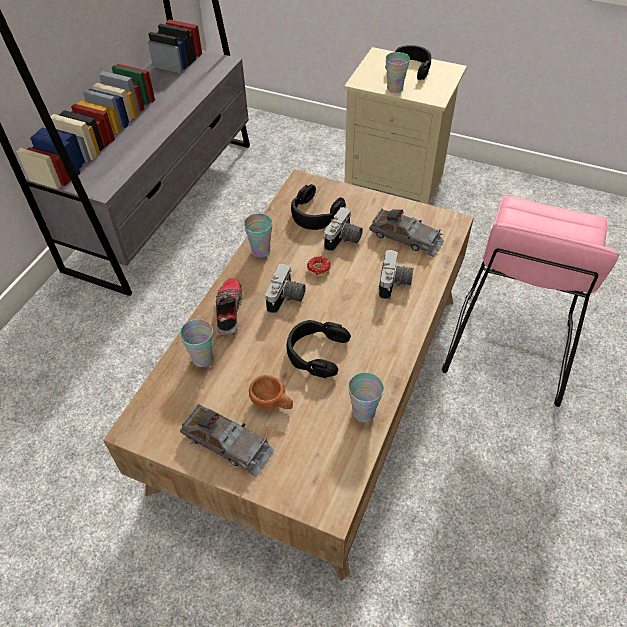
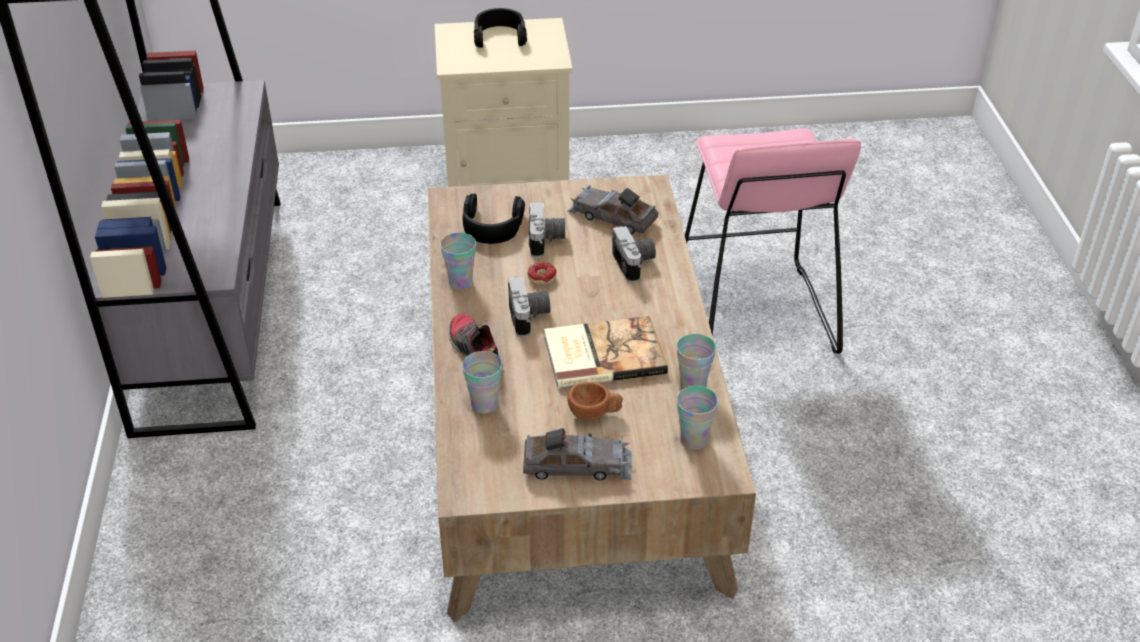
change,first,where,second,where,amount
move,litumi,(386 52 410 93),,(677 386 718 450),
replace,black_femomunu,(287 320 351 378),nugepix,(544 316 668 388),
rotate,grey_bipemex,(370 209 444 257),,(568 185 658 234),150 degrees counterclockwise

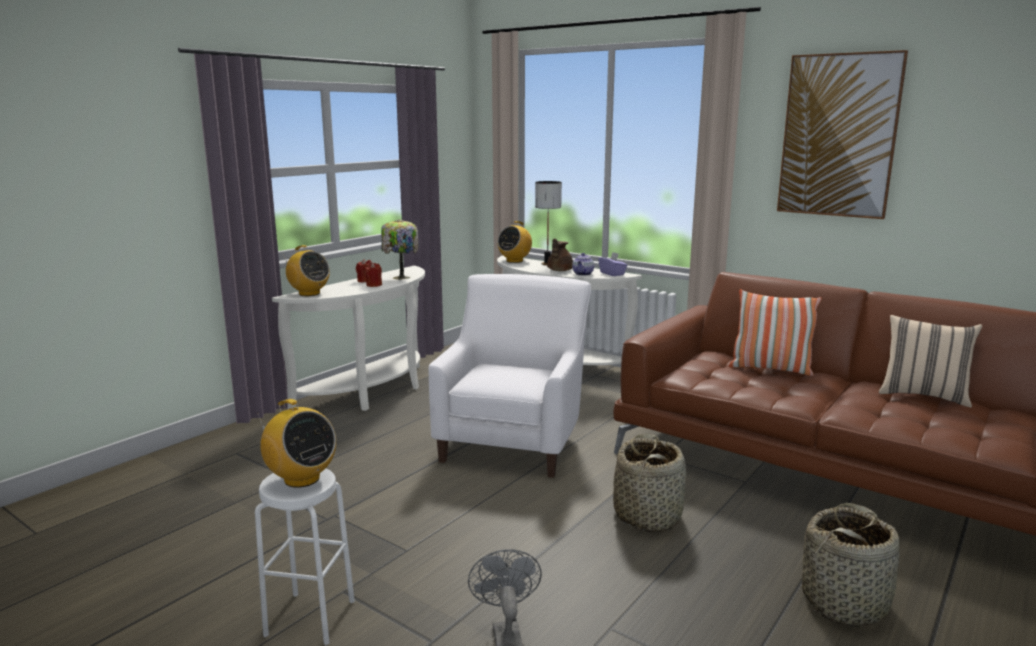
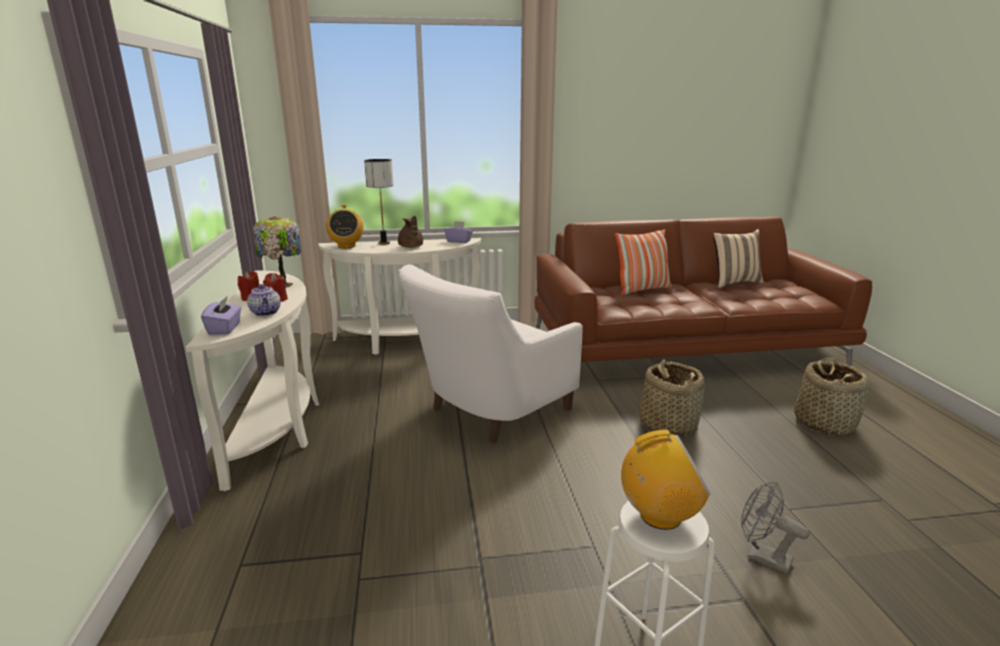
change,first,where,second,where,amount
delete,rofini,(777 50 908 219),,,
move,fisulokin,(572 253 594 276),,(247 284 281 316),
replace,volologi,(283 245 330 296),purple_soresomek,(201 296 242 335),
rotate,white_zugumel,(428 274 591 478),,(399 265 583 444),105 degrees counterclockwise

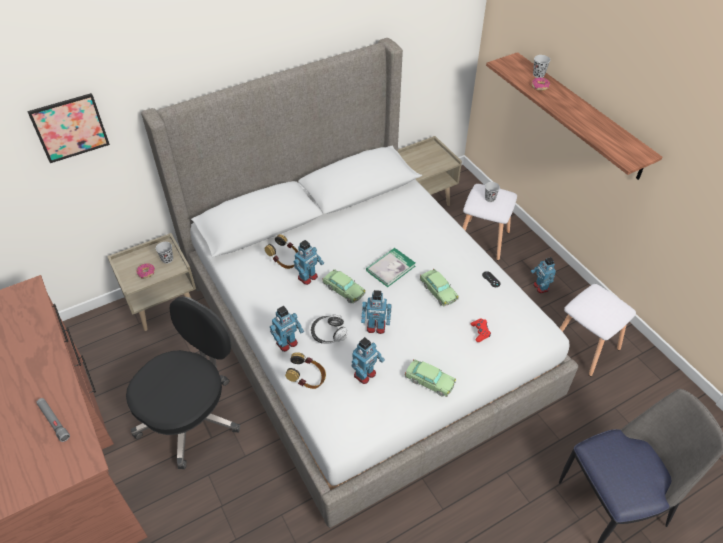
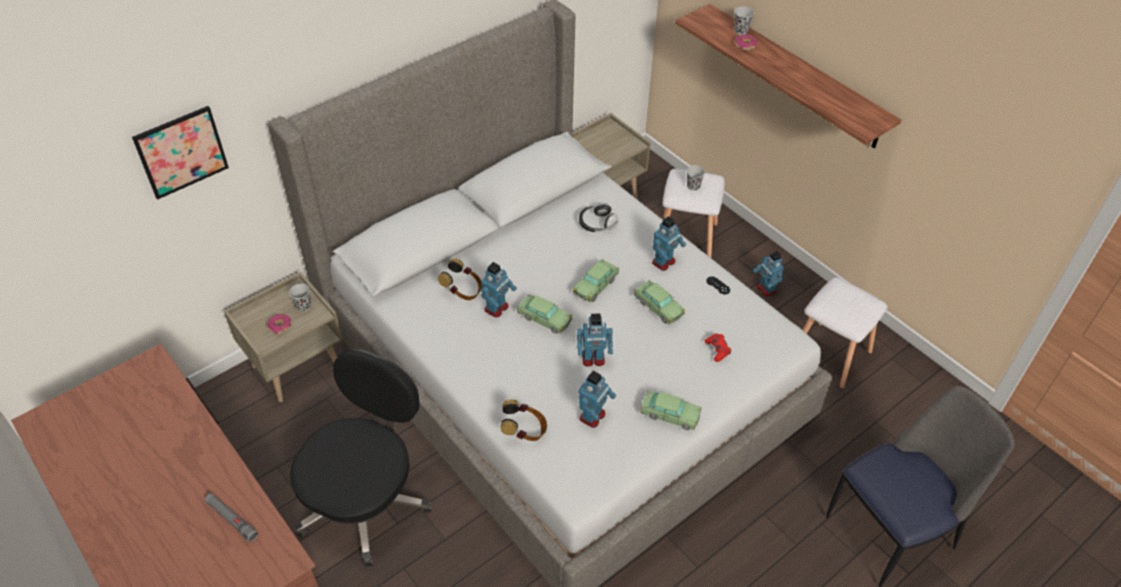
change,first,where,second,where,amount
move,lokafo,(270 306 304 352),,(652 216 686 271),
move,femomunu,(311 314 347 344),,(579 202 618 232),
replace,nugepix,(366 248 415 287),bipemex,(572 259 619 303),

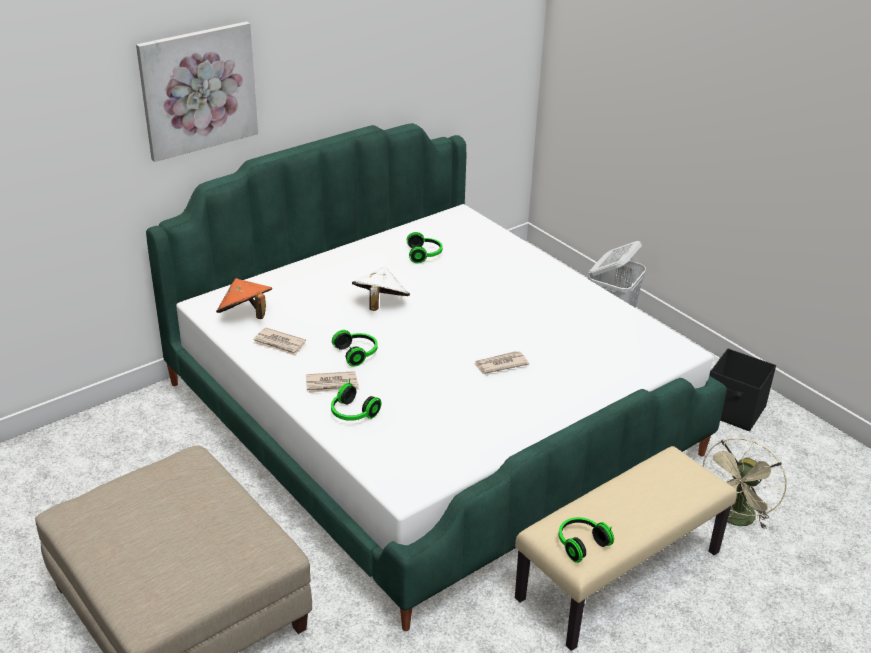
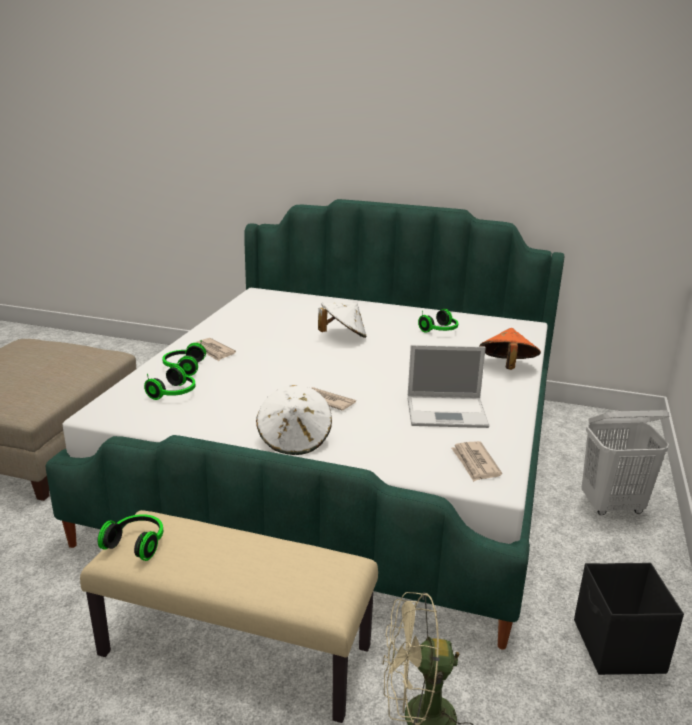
change,first,where,second,where,amount
delete,rofini,(136 22 258 162),,,
insert,,,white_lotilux,(256 385 332 455),
insert,,,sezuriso,(408 345 489 428),
move,orange_lotilux,(216 278 272 319),,(479 328 541 370),
move,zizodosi,(253 328 306 356),,(451 441 502 482),
move,femomunu,(332 330 378 367),,(144 365 195 400),

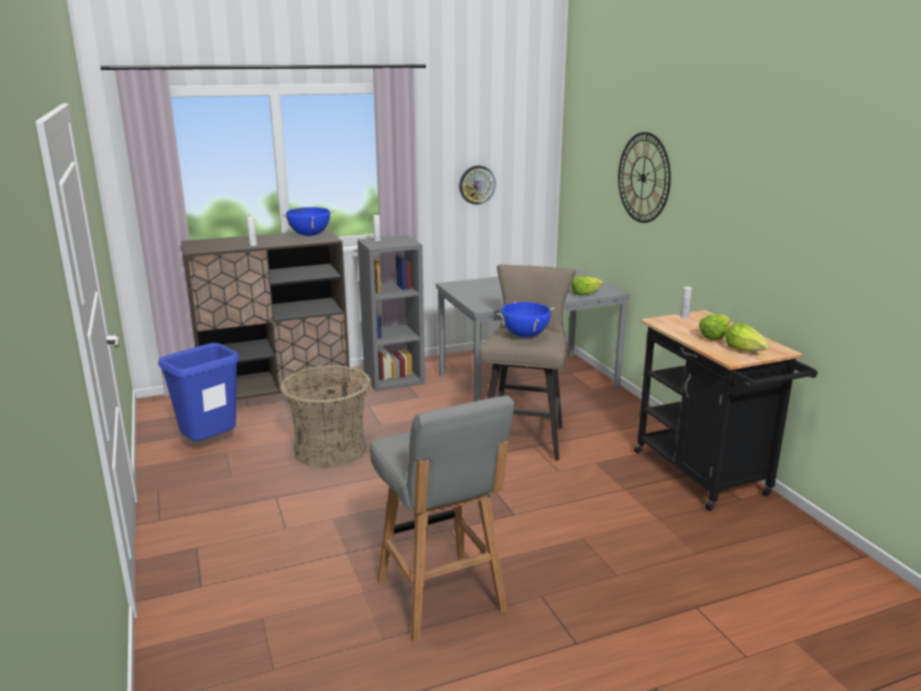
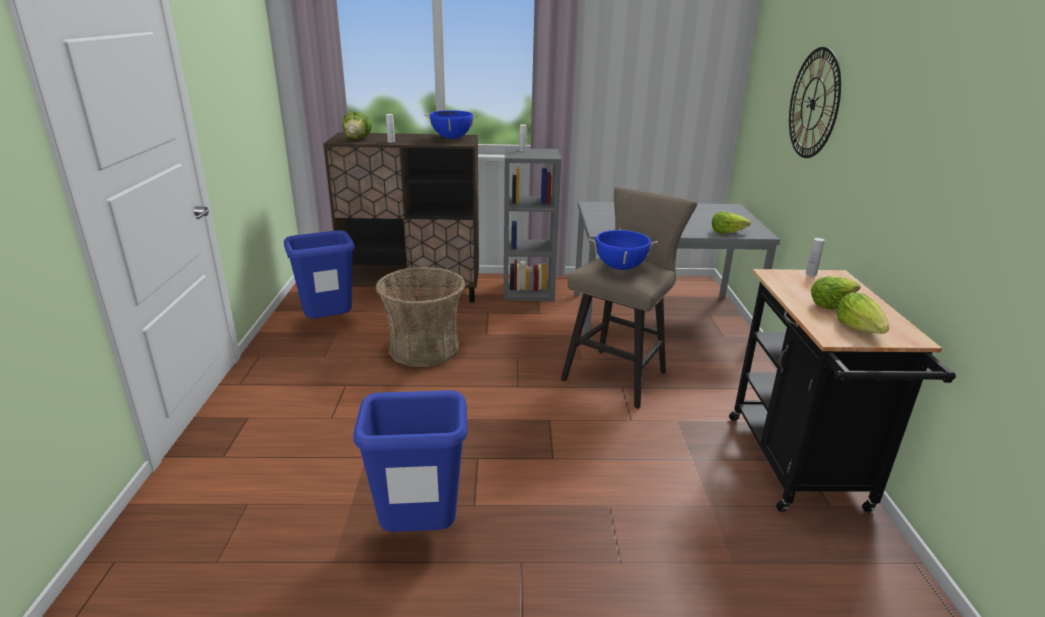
change,first,where,second,where,amount
delete,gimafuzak,(459 165 496 205),,,
insert,,,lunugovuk,(342 112 372 139),
replace,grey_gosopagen,(370 395 515 643),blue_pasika,(353 390 467 532),

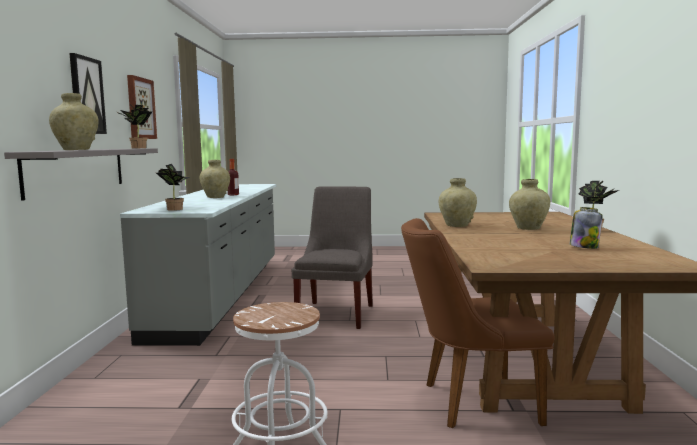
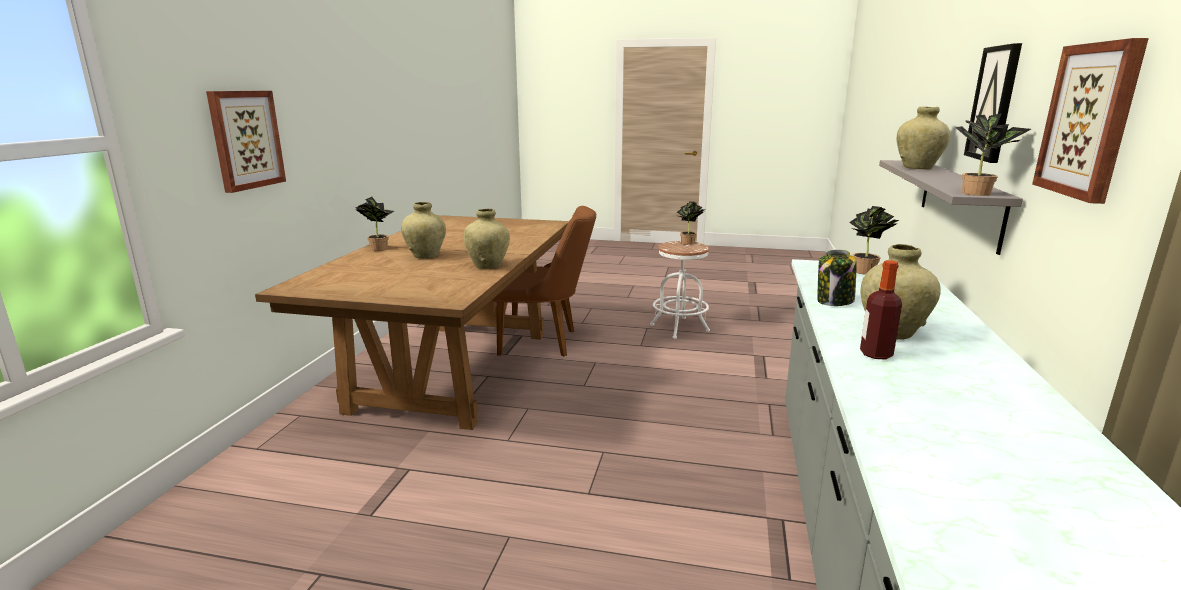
change,first,where,second,where,amount
delete,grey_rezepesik,(292 186 373 329),,,
insert,,,rofini,(206 91 286 193),
insert,,,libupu,(677 201 705 245),
move,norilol,(570 207 602 249),,(817 250 857 306),

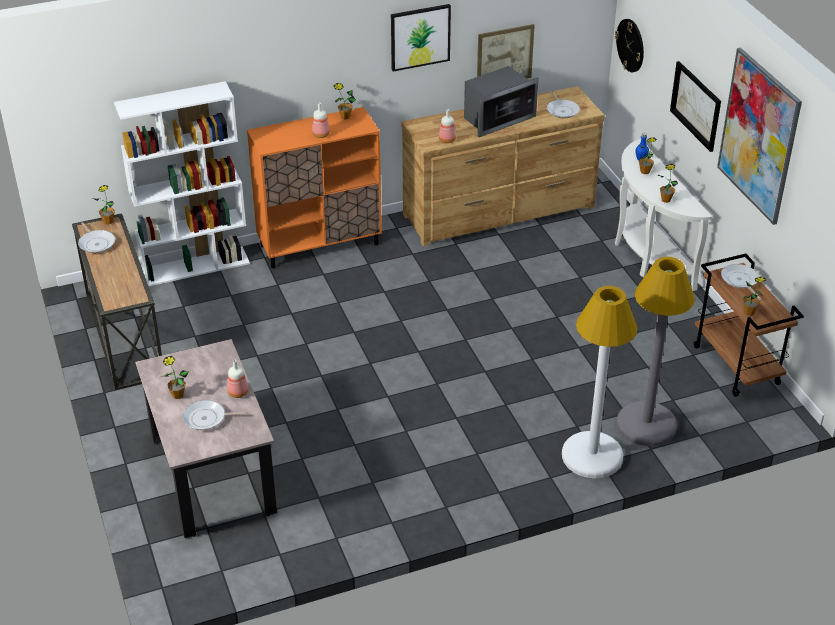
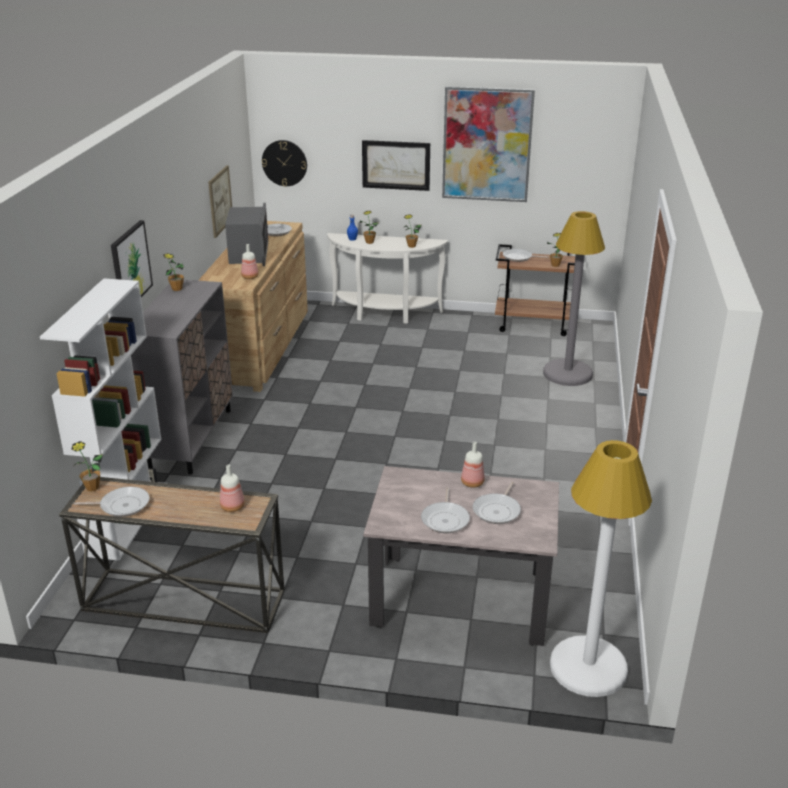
change,first,where,second,where,amount
move,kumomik,(312 103 330 138),,(220 464 245 512),
move,rofini,(391 4 451 72),,(111 220 153 297),
move,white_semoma,(562 286 638 478),,(550 440 652 697),
replace,libupu,(162 356 189 399),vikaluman,(421 487 470 533),
recolor,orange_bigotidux,(247 107 382 268),grey_bigotidux,(131 280 233 475),

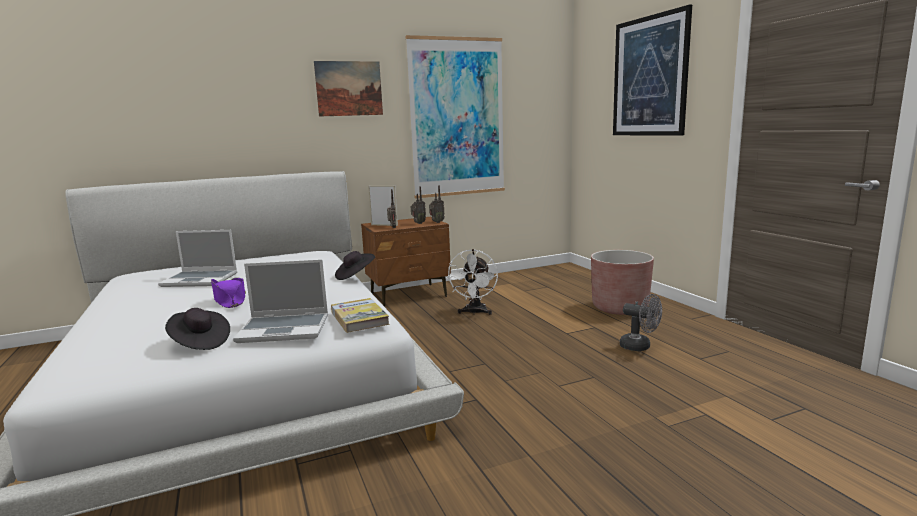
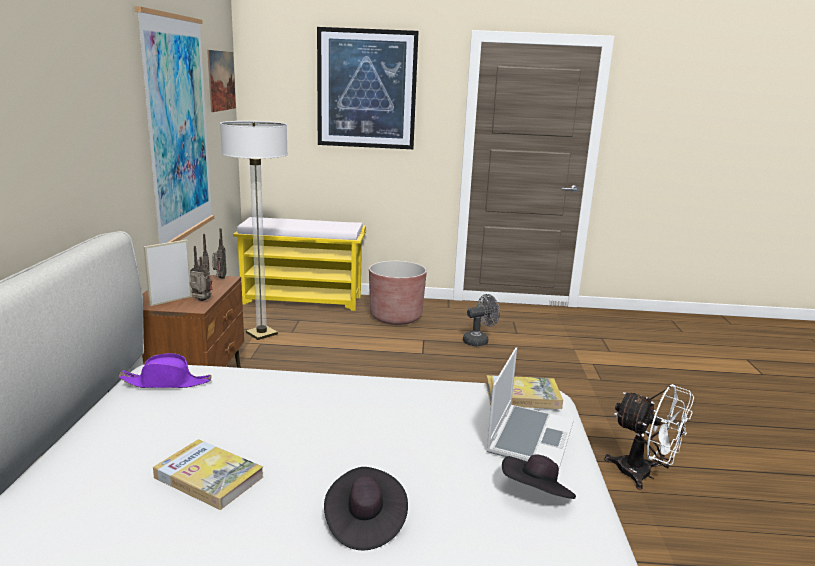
change,first,where,second,where,amount
insert,,,semoma,(220 121 288 340),
insert,,,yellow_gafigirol,(233 217 366 311),
move,purple_lotilux,(211 278 246 308),,(118 353 212 388),
move,rofini,(314 61 383 117),,(207 50 236 112),
move,black_lotilux,(335 251 375 280),,(324 467 408 550),
move,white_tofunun,(446 249 498 315),,(605 384 694 490),
replace,sezuriso,(158 230 237 287),nugepix,(153 439 263 510),

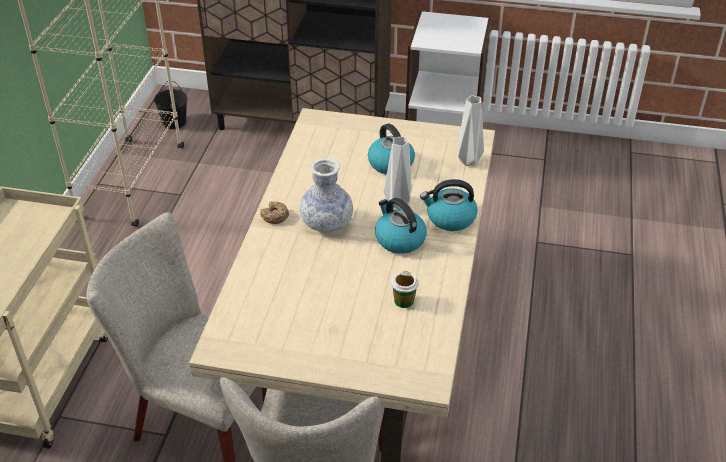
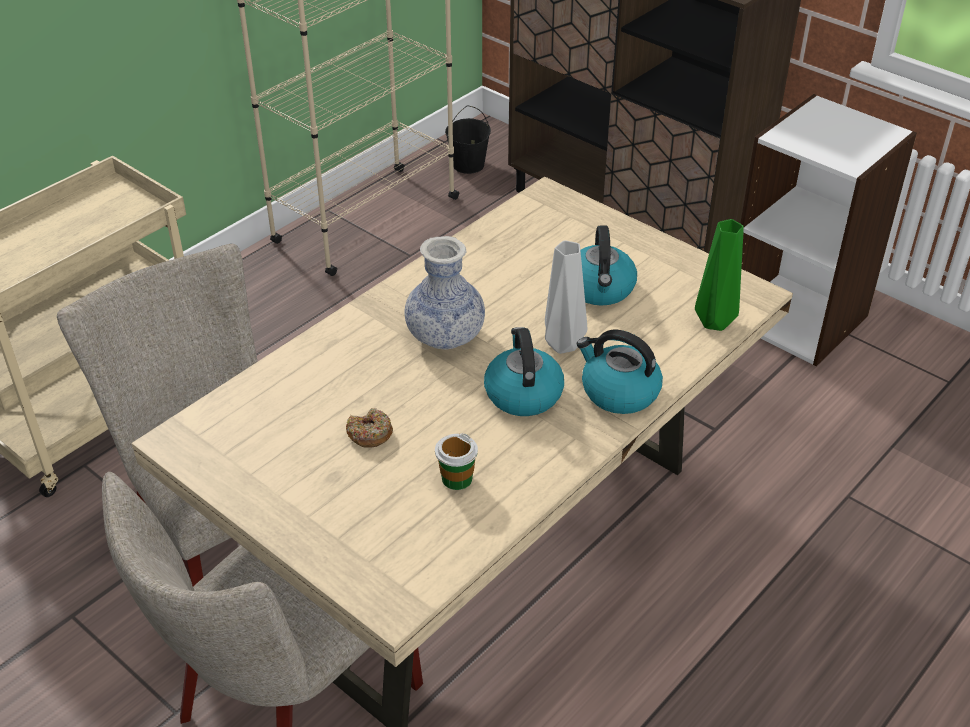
change,first,where,second,where,amount
move,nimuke,(260 201 289 224),,(346 408 393 448),
recolor,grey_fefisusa,(458 95 484 166),green_fefisusa,(695 219 744 331),

